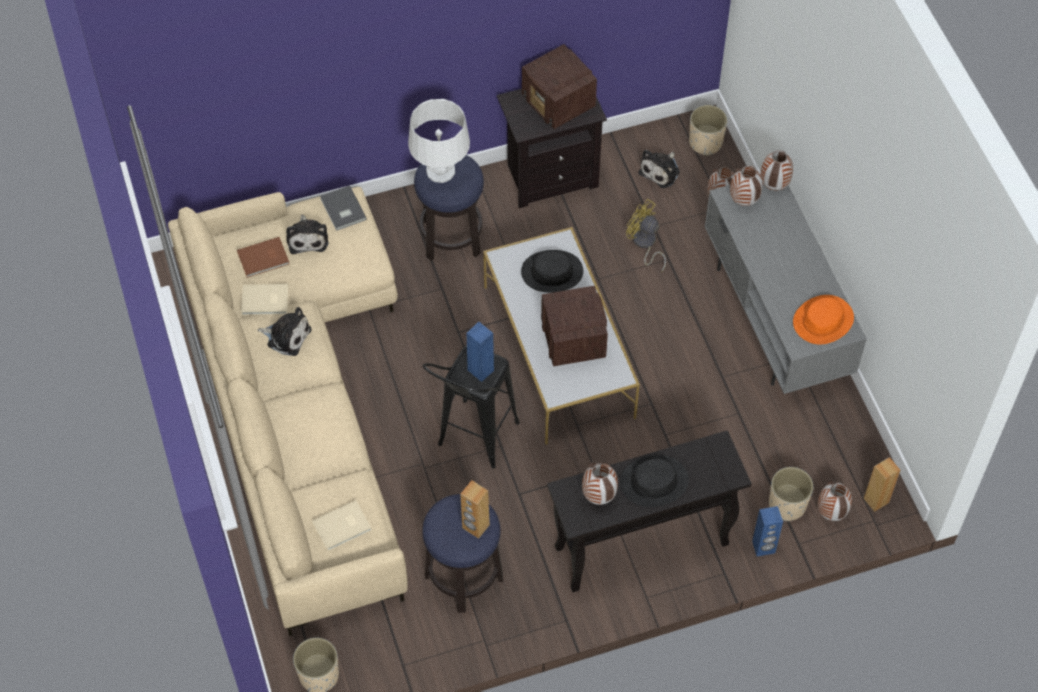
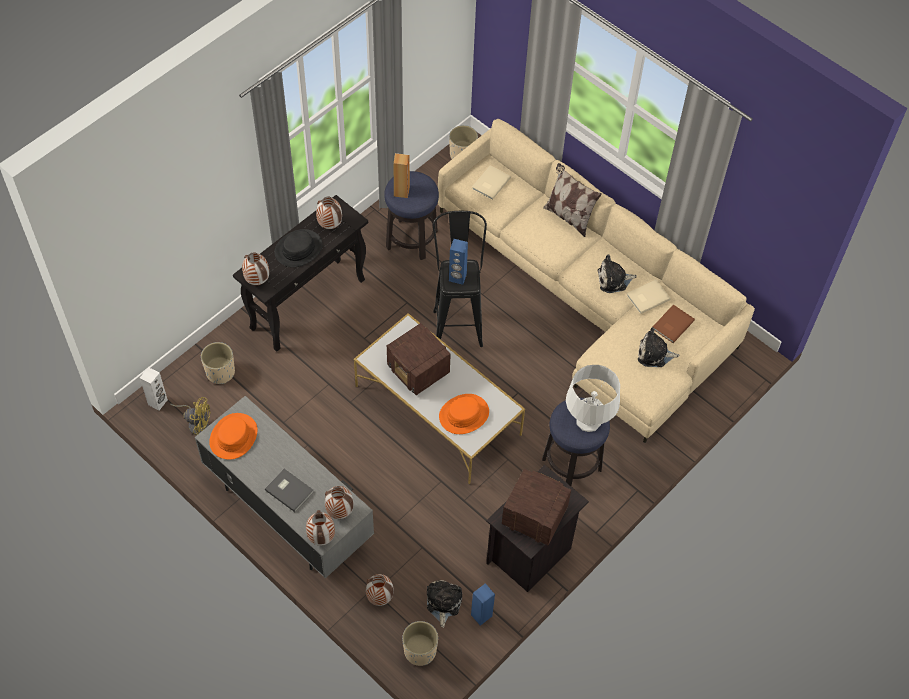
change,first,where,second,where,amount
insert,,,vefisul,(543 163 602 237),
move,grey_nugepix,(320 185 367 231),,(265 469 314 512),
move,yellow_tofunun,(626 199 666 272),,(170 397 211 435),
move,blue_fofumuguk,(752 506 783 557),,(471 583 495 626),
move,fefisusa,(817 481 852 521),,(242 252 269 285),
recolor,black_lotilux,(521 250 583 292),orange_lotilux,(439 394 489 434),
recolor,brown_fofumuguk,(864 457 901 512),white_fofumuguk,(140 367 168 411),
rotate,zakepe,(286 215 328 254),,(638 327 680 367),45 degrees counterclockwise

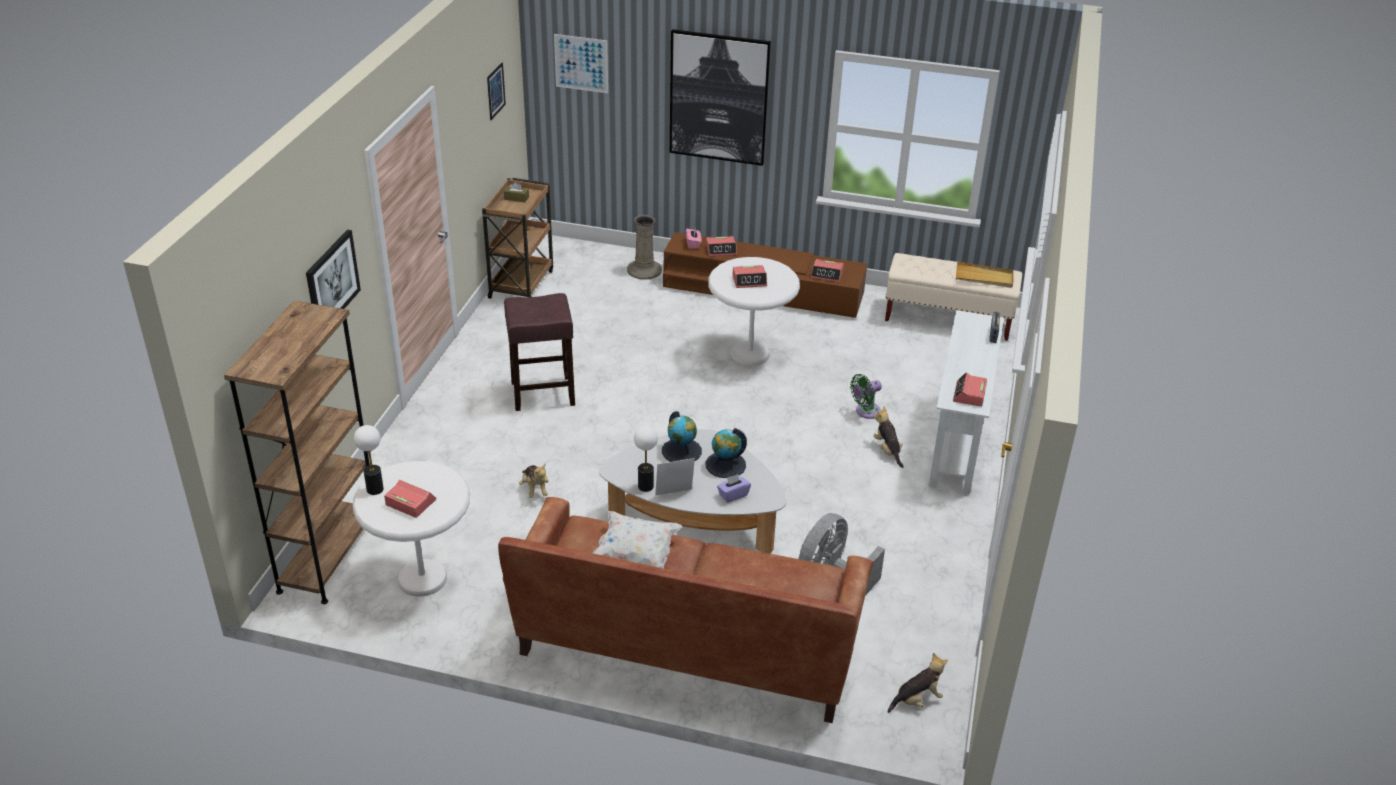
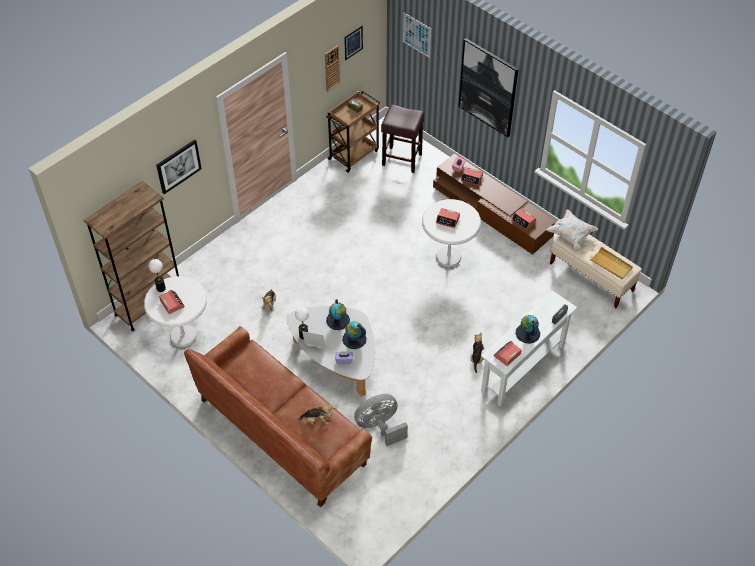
change,first,where,second,where,amount
delete,beige_fefisusa,(627 215 662 280),,,
delete,green_tofunun,(850 374 882 419),,,
insert,,,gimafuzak,(325 45 340 92),
insert,,,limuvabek,(516 315 540 344),
move,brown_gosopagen,(504 293 575 411),,(381 105 424 173),
move,white_vefisul,(593 511 682 569),,(546 209 598 249),
move,zakepe,(888 653 948 713),,(297 401 334 425),

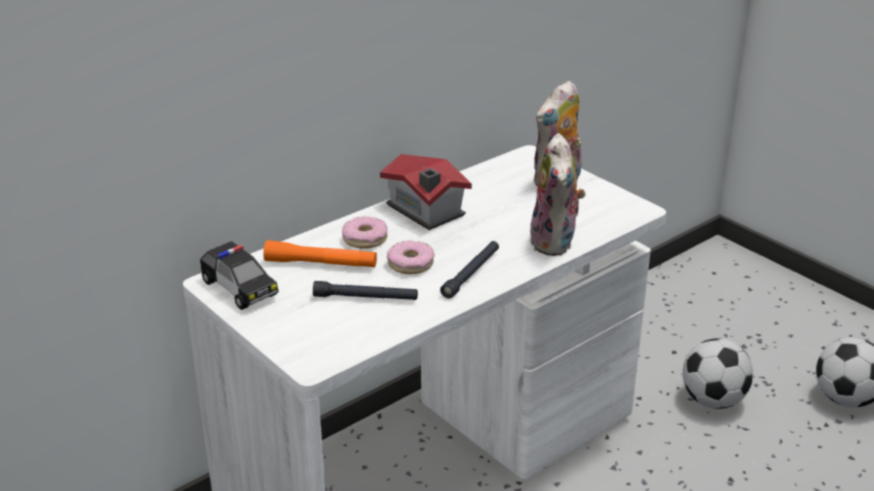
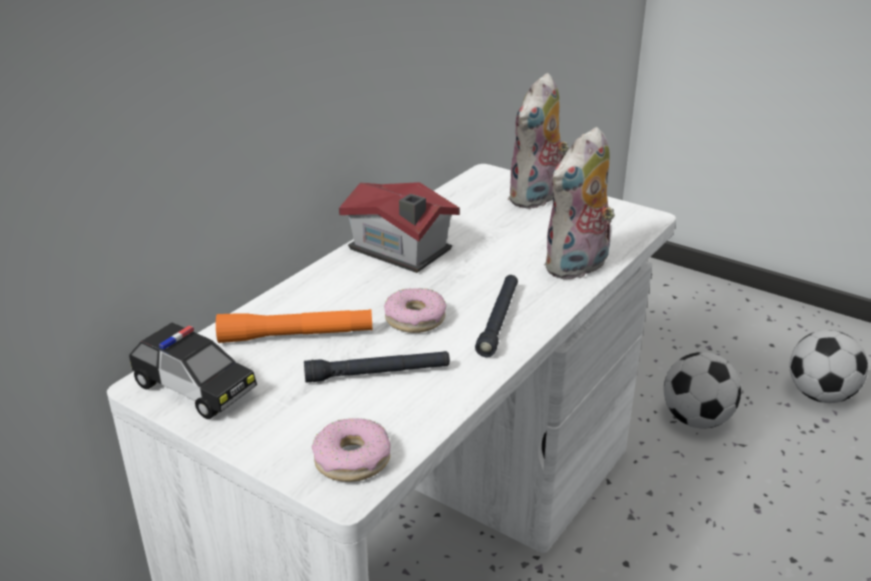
change,first,where,second,where,amount
move,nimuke,(342 217 388 248),,(312 418 390 482),
rotate,zakepe,(529 133 586 256),,(544 127 615 280),60 degrees clockwise

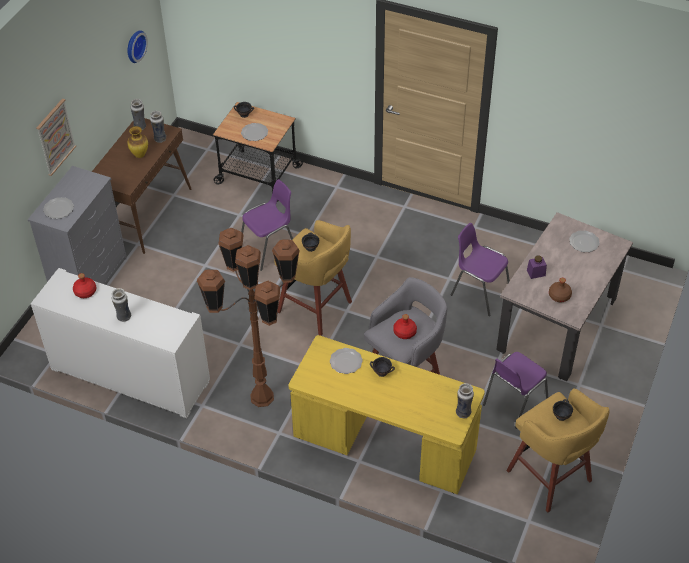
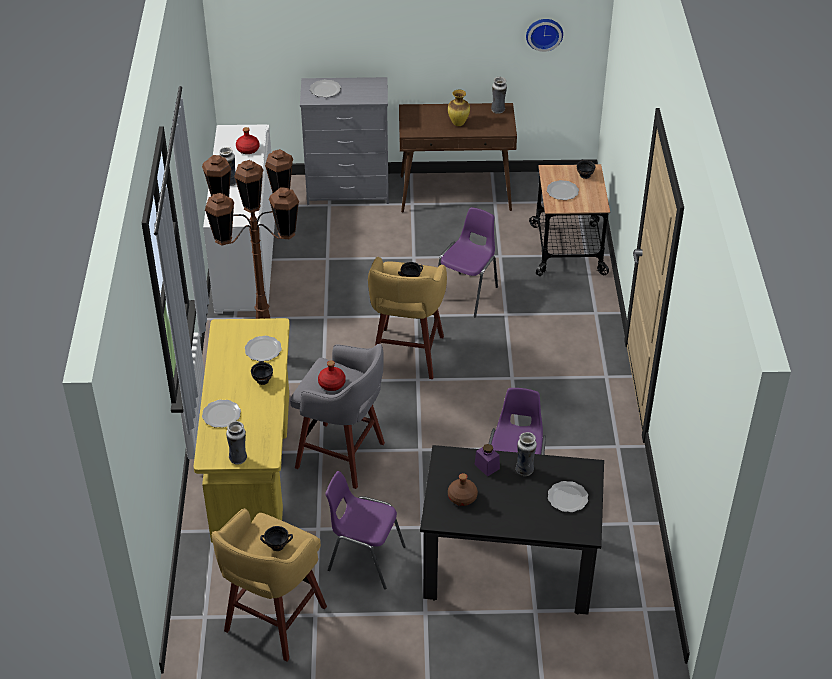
change,first,where,second,where,amount
delete,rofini,(36 98 76 176),,,
insert,,,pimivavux,(202 400 241 428),
move,fefisusa,(150 111 166 143),,(516 432 537 476),
recolor,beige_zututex,(496 212 633 381),black_zututex,(420 445 604 615),
rotate,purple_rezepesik,(241 179 293 271),,(438 207 498 318),90 degrees counterclockwise

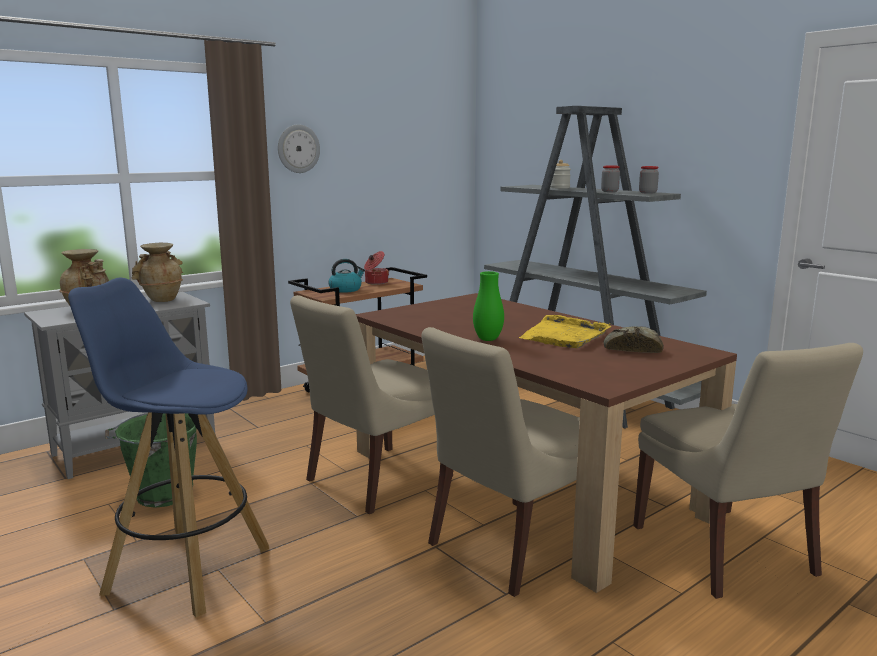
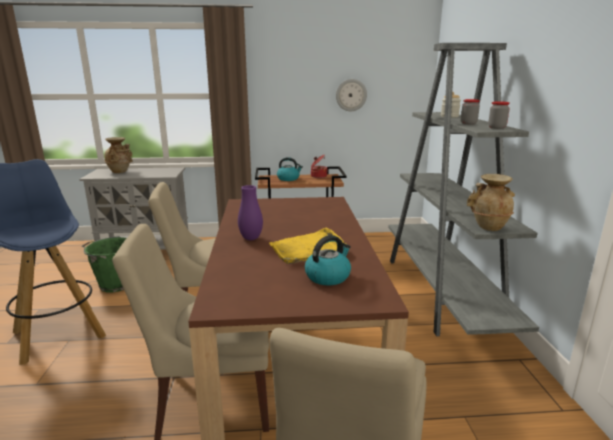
change,first,where,second,where,amount
move,beige_fefisusa,(132 243 183 302),,(467 174 515 231),
move,gimafuzak,(278 124 320 173),,(336 79 367 111),
replace,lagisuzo,(604 326 664 353),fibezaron,(305 235 351 285),
recolor,green_fefisusa,(473 271 504 341),purple_fefisusa,(238 185 263 240),

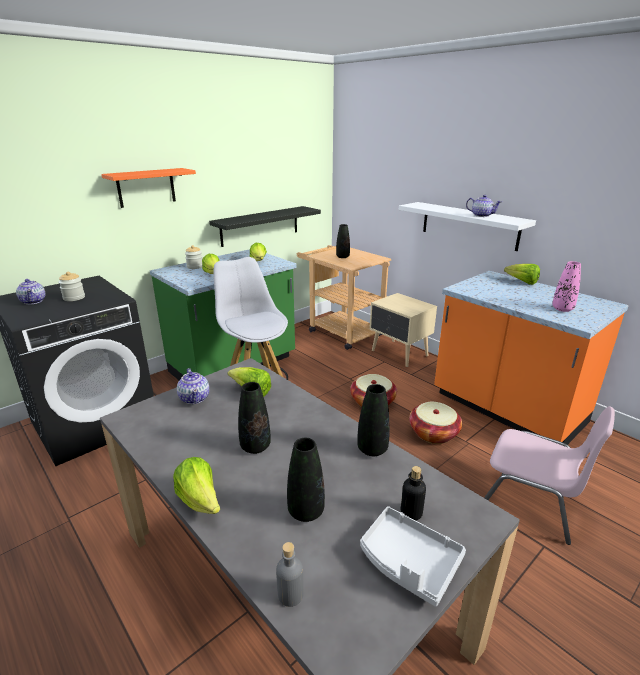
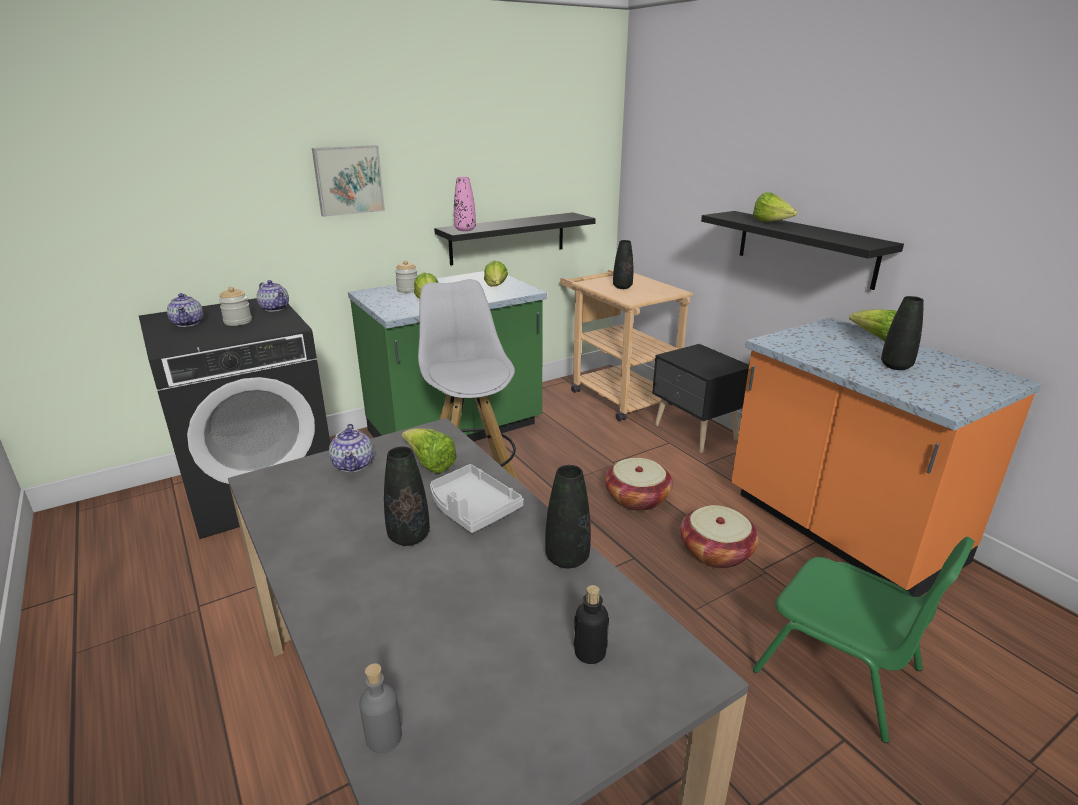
change,first,where,second,where,amount
move,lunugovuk,(173 457 220 514),,(753 192 797 222),
move,black_fefisusa,(287 437 325 522),,(881 296 924 370),
move,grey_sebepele,(360 506 466 607),,(430 464 524 533),
move,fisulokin,(466 195 502 217),,(257 280 289 312),
move,pink_fefisusa,(552 261 581 312),,(454 177 476 231),
replace,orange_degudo,(101 168 196 208),rofini,(312 145 385 217),
recolor,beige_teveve,(370 293 437 367),black_teveve,(652 344 749 453),
recolor,white_degudo,(399 202 536 251),black_degudo,(701 211 904 290),
recolor,pink_rezepesik,(484 406 615 545),green_rezepesik,(753 537 975 743),

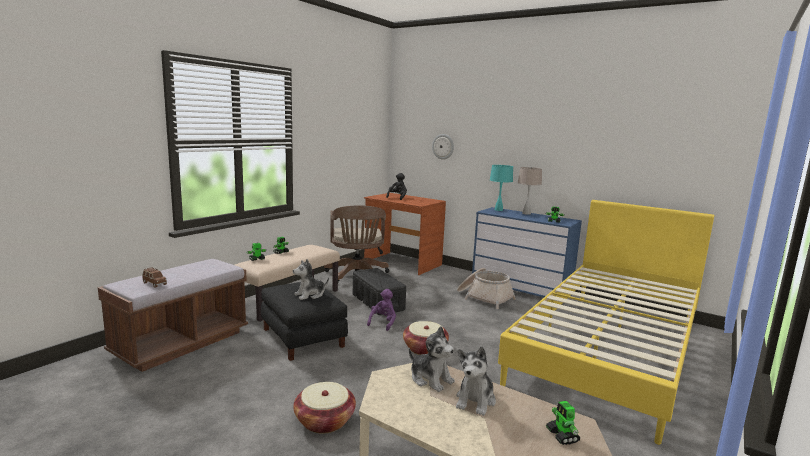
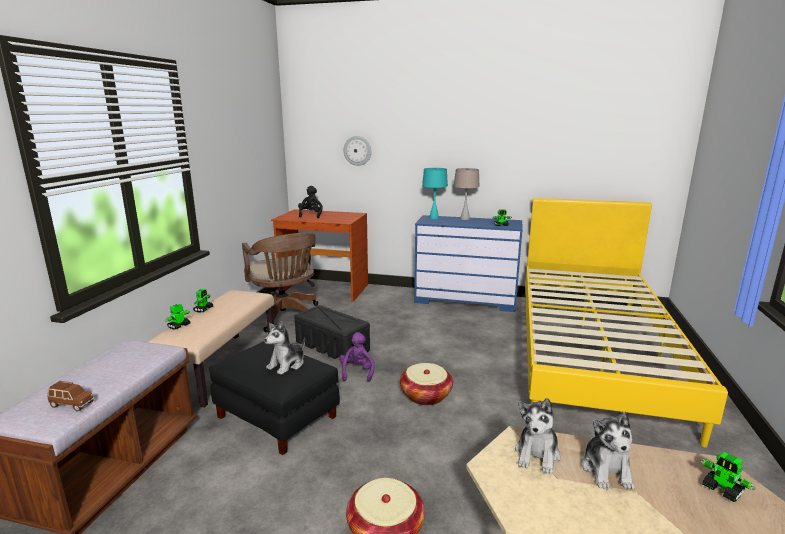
change,first,where,second,where,amount
delete,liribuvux,(457 268 516 309),,,
rotate,zakepe,(409 326 455 392),,(515 398 561 474),90 degrees clockwise

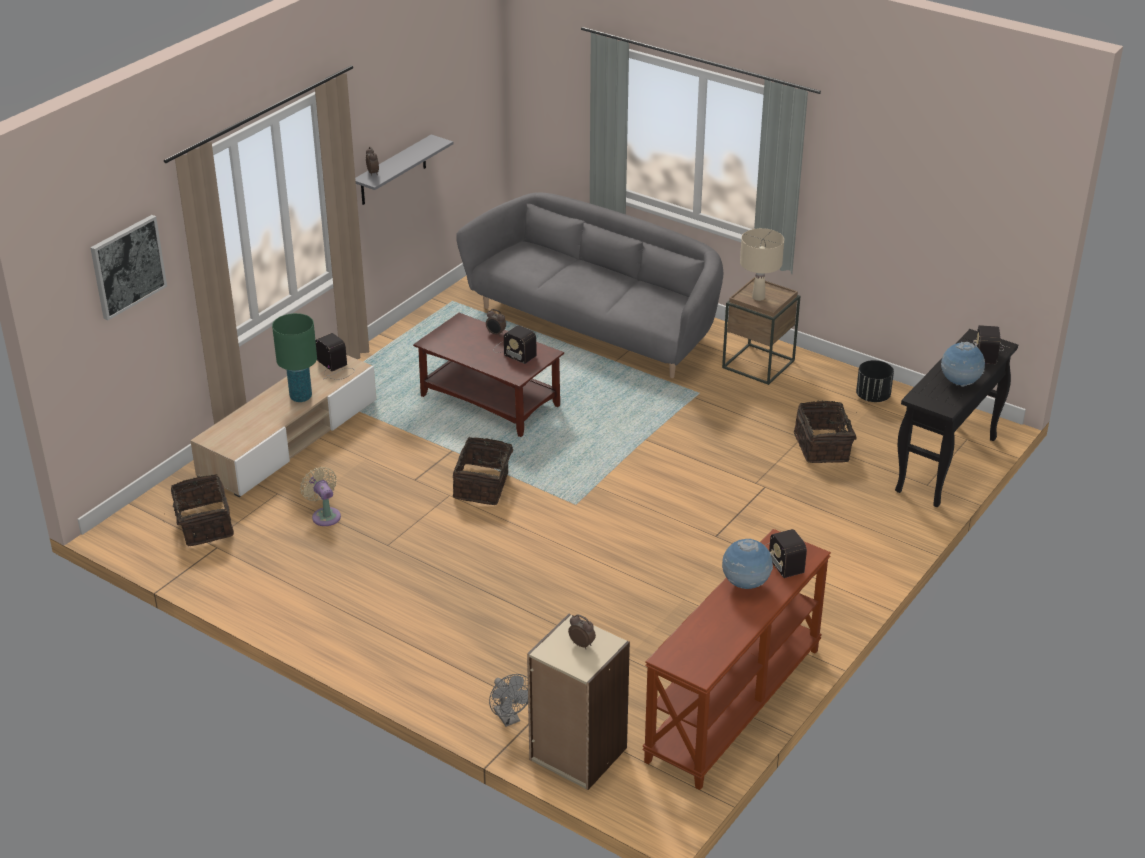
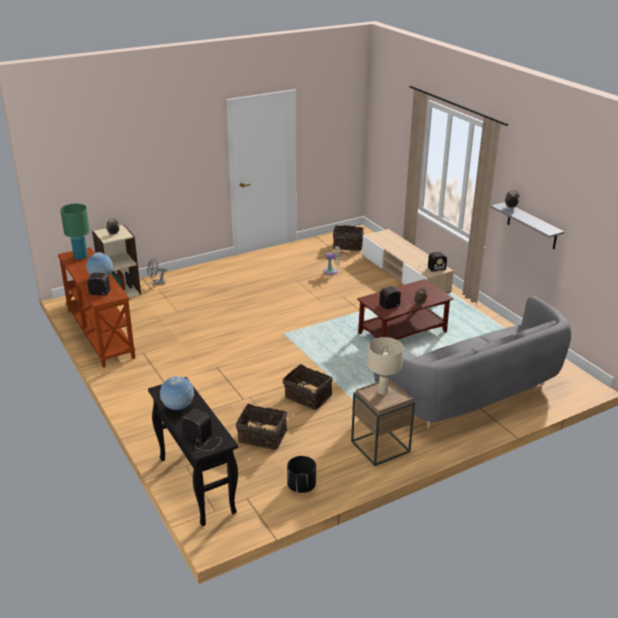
change,first,where,second,where,amount
delete,rofini,(90 215 167 320),,,
move,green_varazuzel,(272 313 317 402),,(60 204 90 260),
move,liribuvux,(453 437 520 505),,(283 364 333 410),

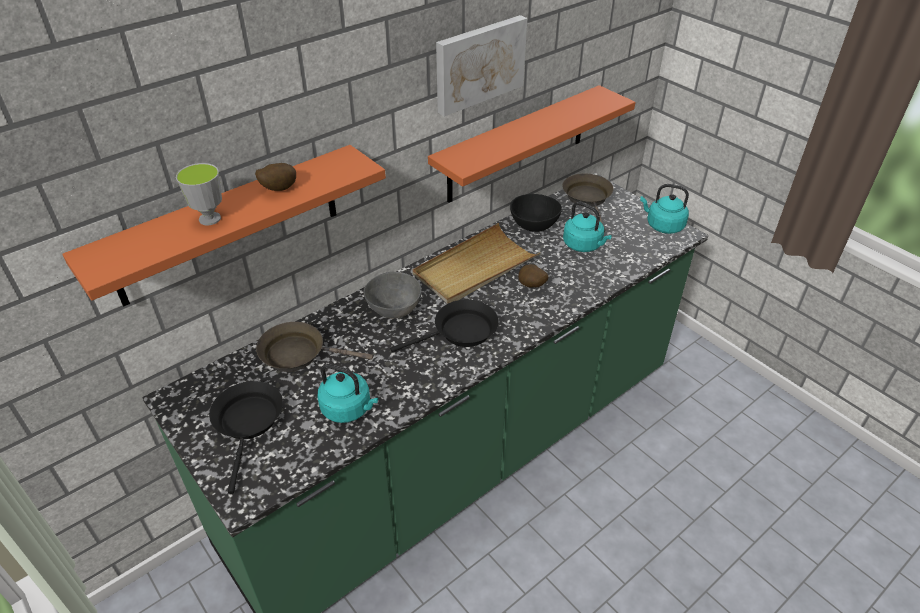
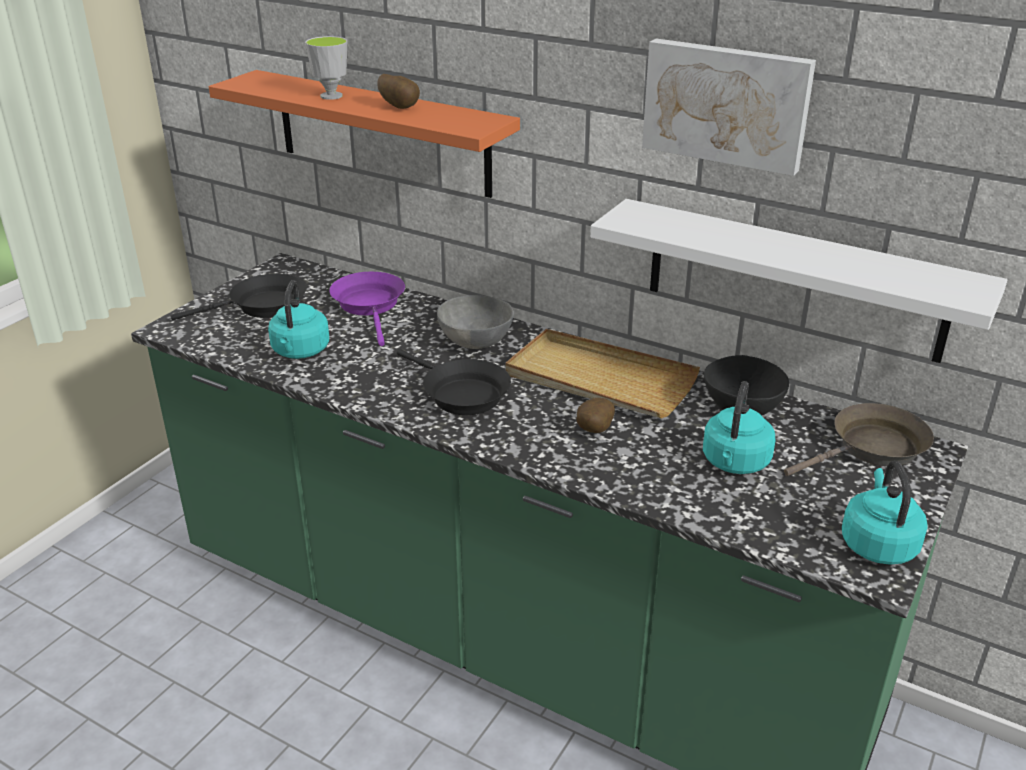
change,first,where,second,where,amount
recolor,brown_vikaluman,(256 322 373 372),purple_vikaluman,(329 272 405 346),
recolor,orange_degudo,(428 85 636 203),white_degudo,(590 199 1007 363),

